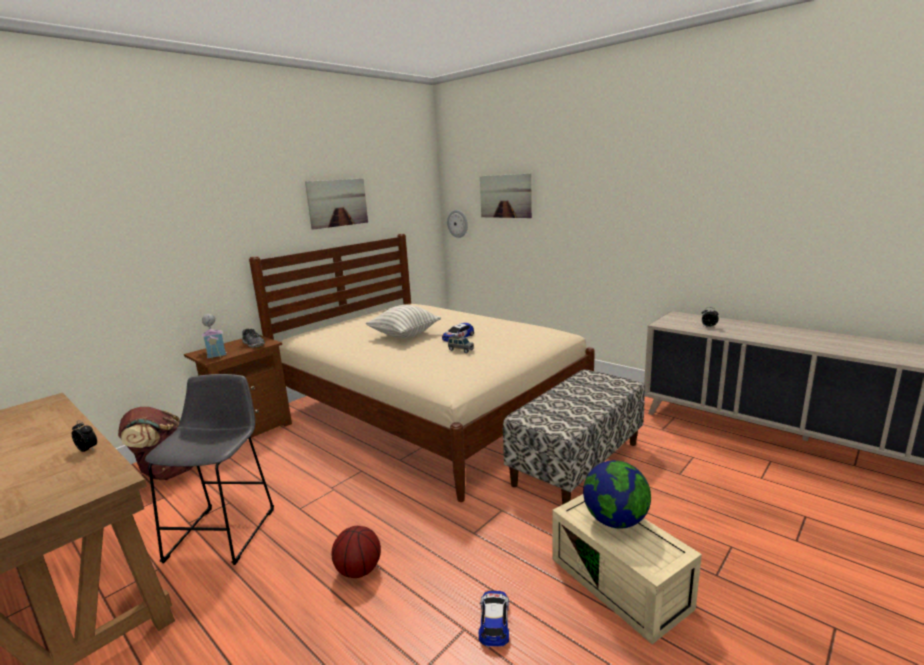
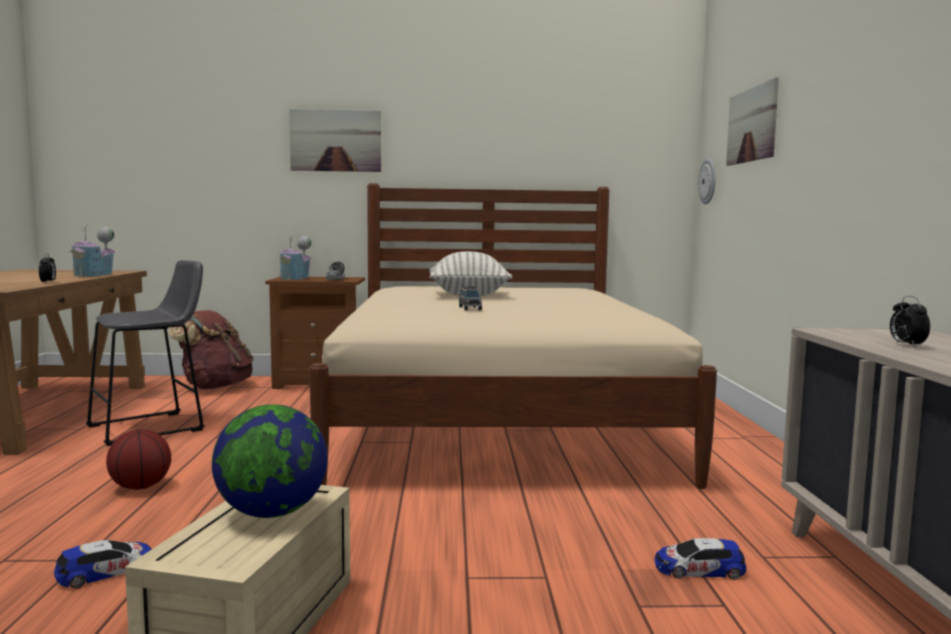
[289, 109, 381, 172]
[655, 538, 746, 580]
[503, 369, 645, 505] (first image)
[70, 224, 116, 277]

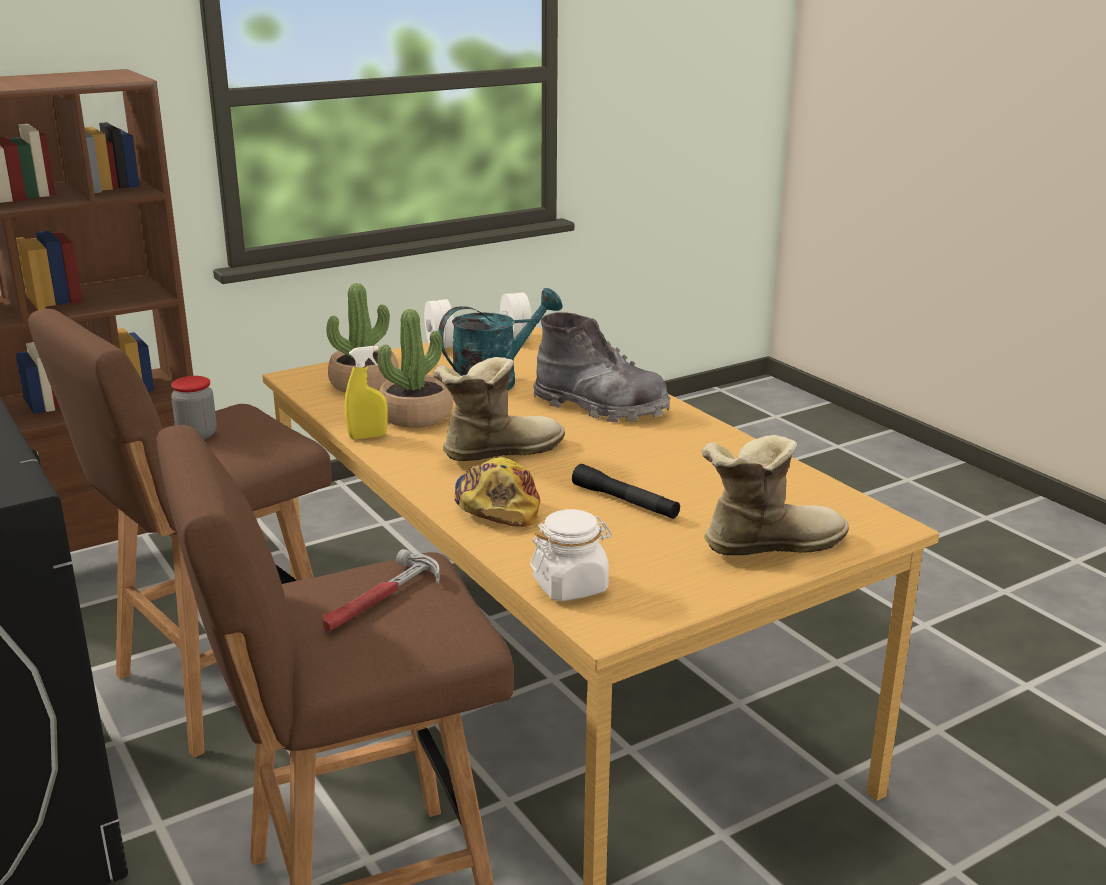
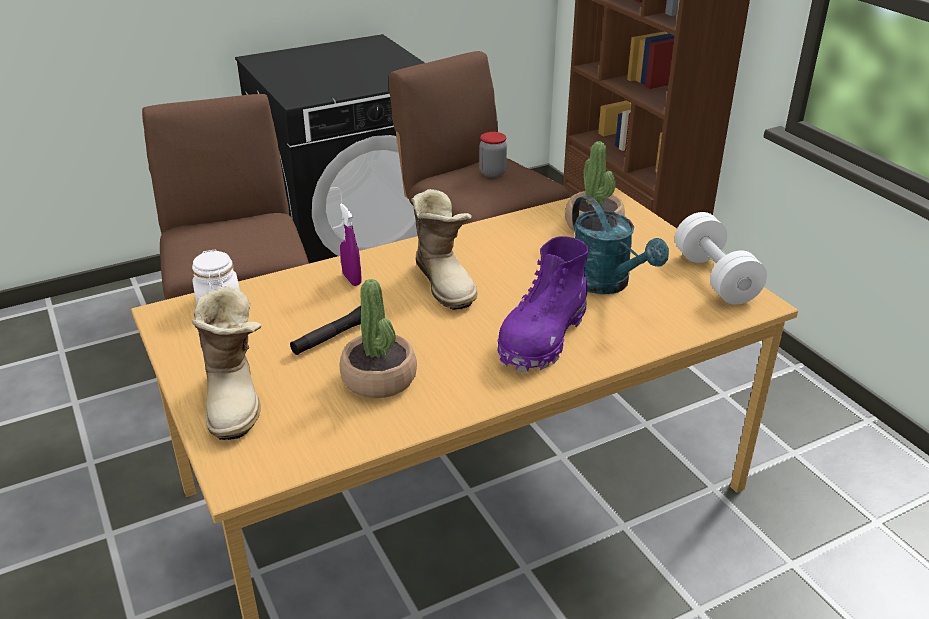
[340, 279, 417, 398]
[497, 236, 589, 373]
[345, 346, 387, 439] (first image)
[340, 203, 362, 286]
[322, 549, 440, 632] (first image)

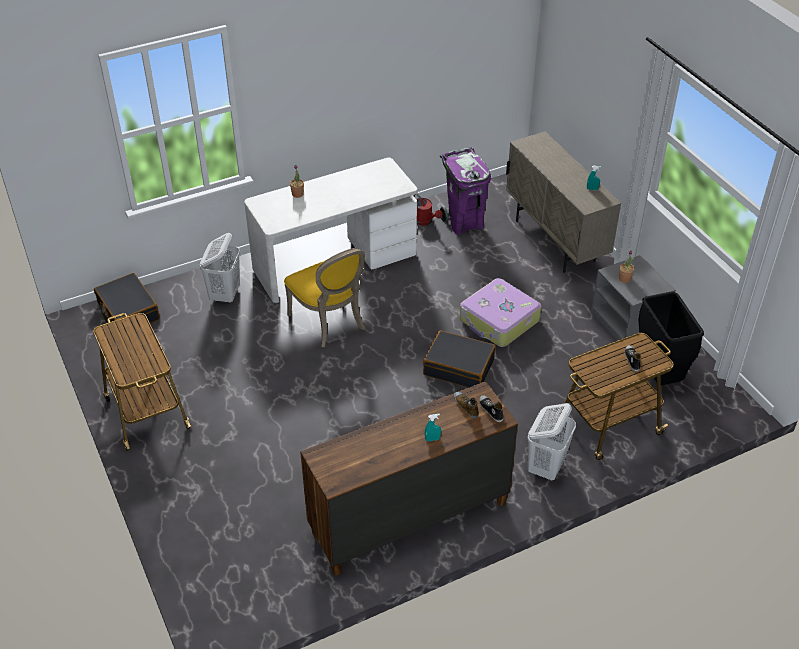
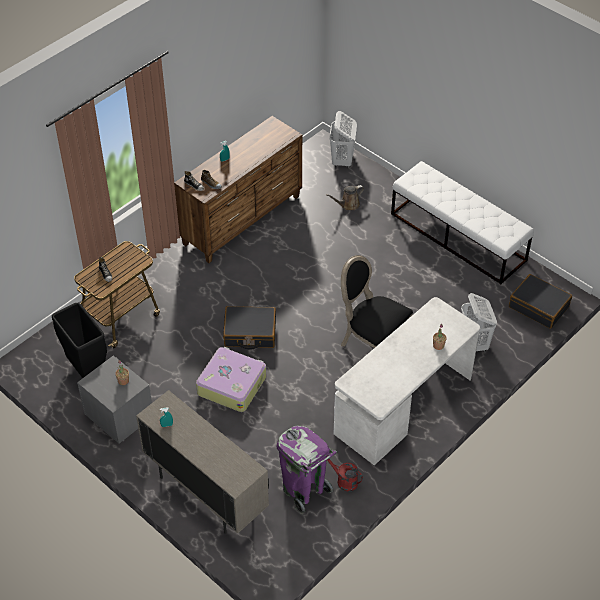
[341, 255, 413, 348]
[391, 161, 534, 284]
[329, 111, 357, 169]
[326, 185, 364, 210]

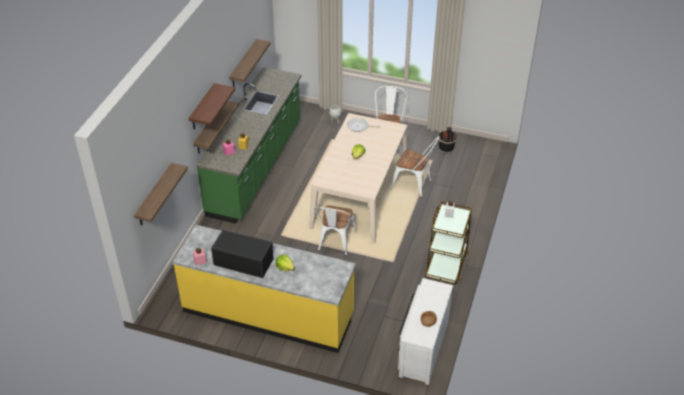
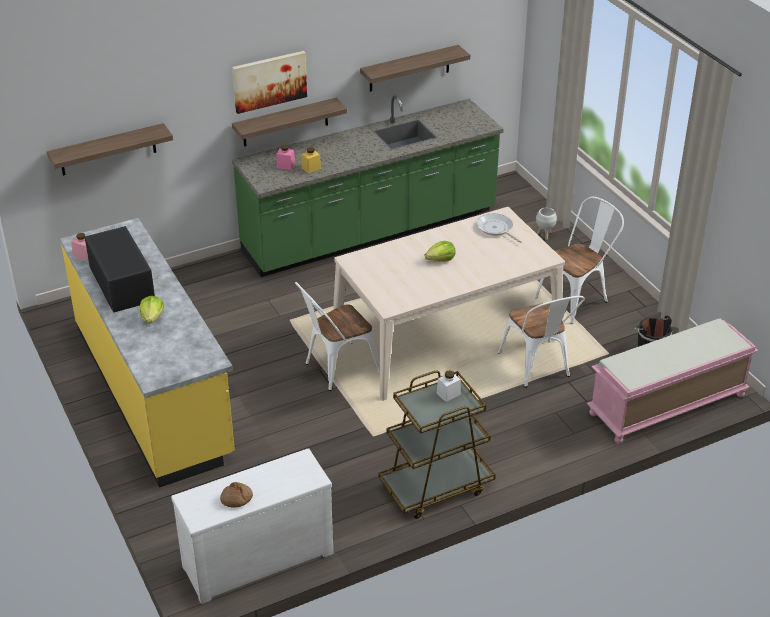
[232, 51, 307, 114]
[587, 319, 758, 444]

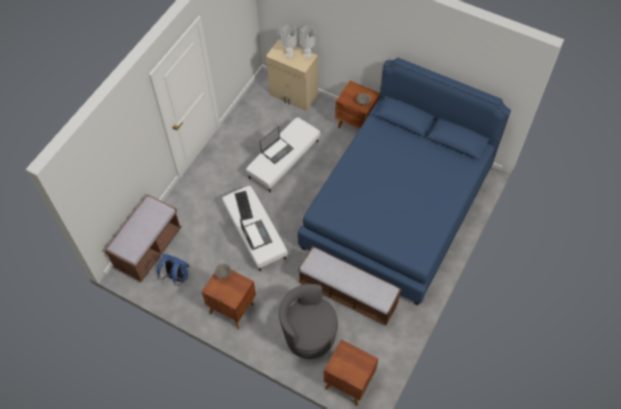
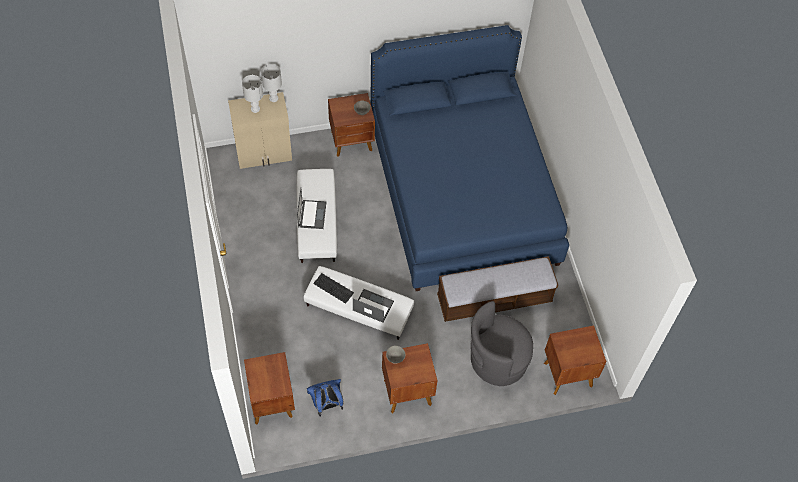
[244, 352, 295, 424]

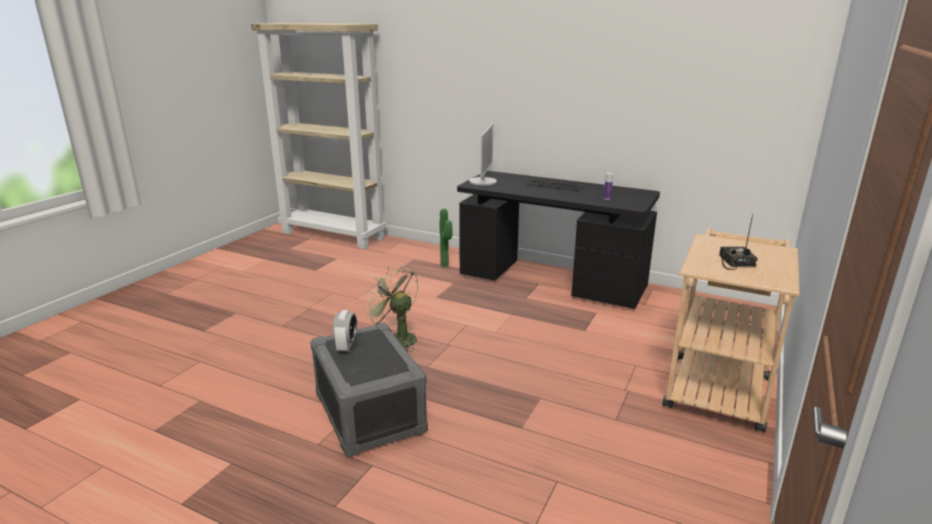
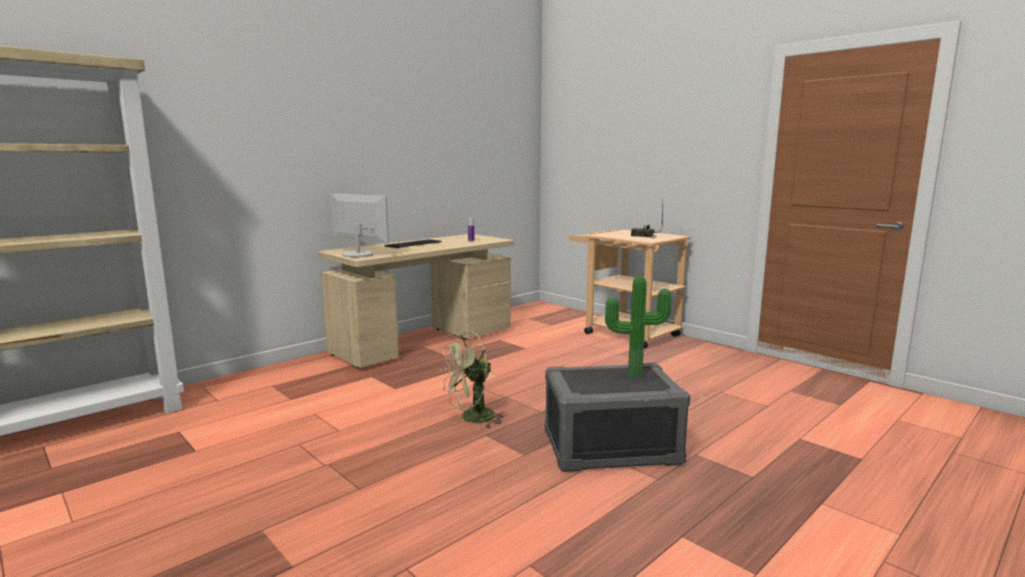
[318, 234, 514, 369]
[605, 276, 671, 379]
[333, 310, 357, 352] (first image)

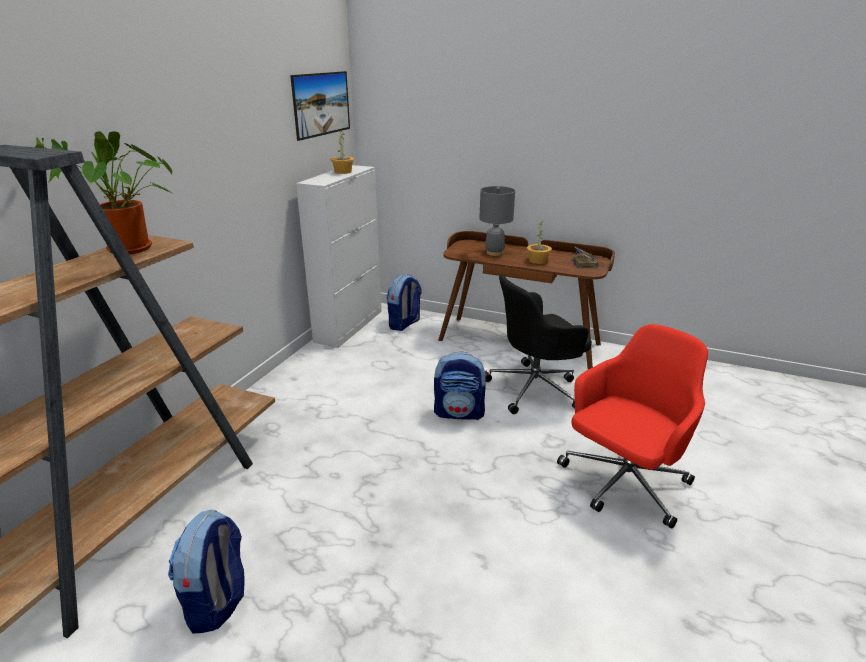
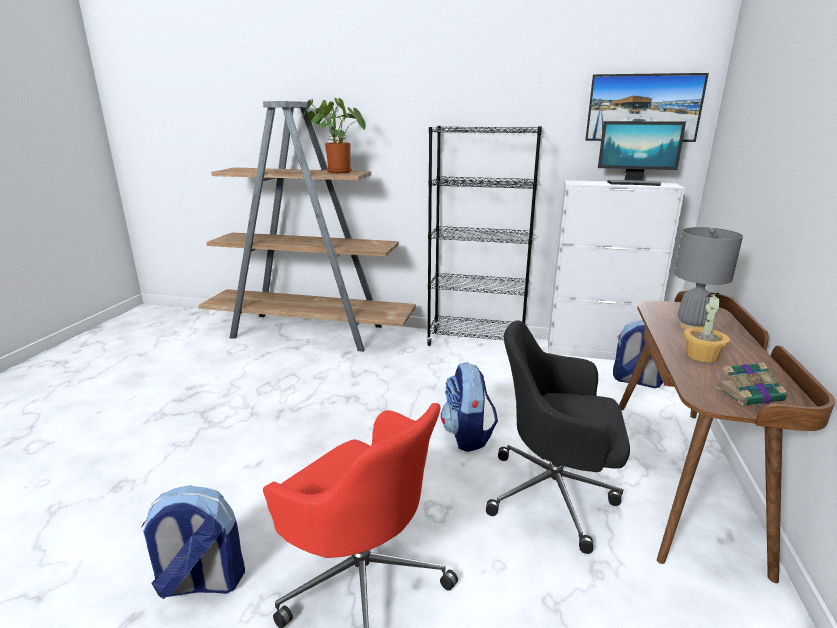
[598, 121, 686, 186]
[486, 320, 630, 554]
[141, 486, 245, 599]
[426, 126, 542, 346]

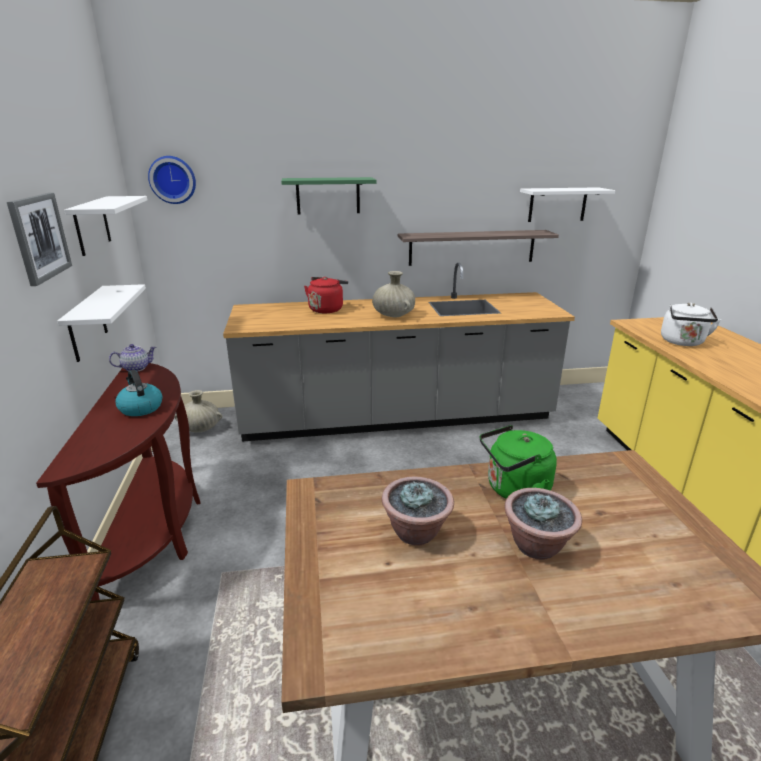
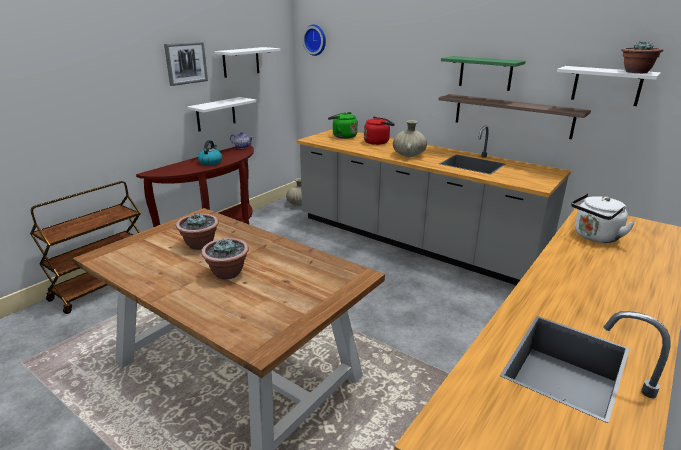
[441, 56, 526, 91]
[328, 112, 358, 139]
[621, 41, 664, 73]

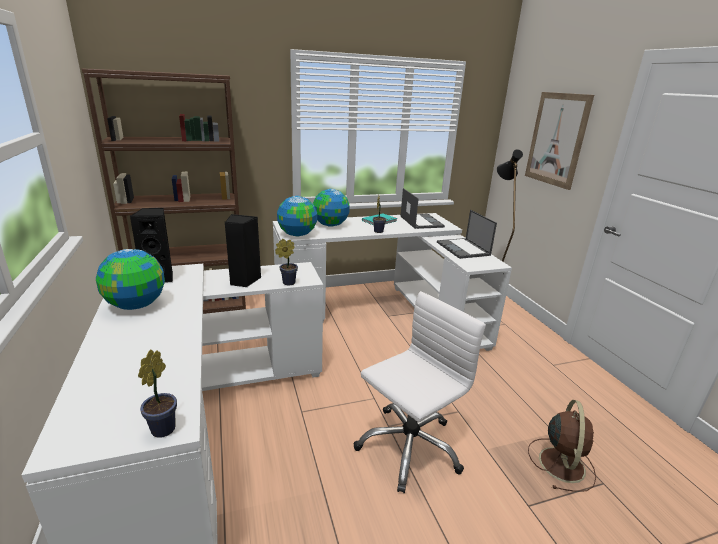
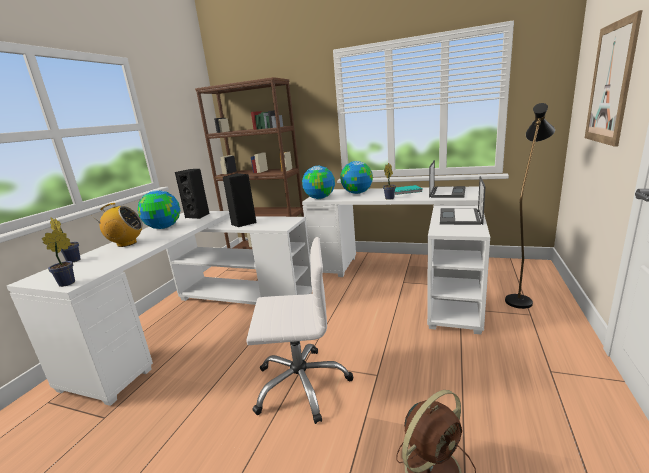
[50, 217, 81, 262]
[92, 203, 143, 247]

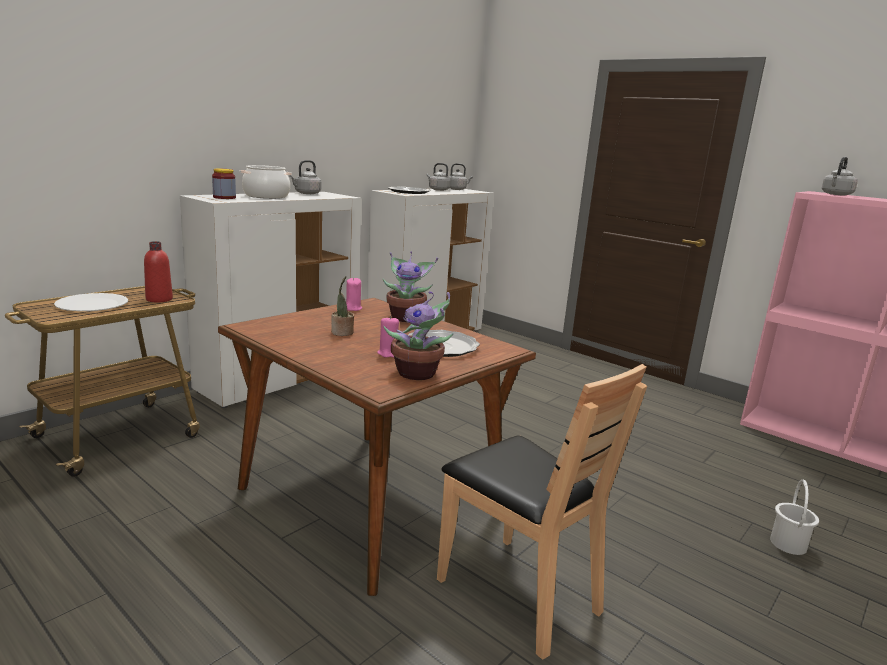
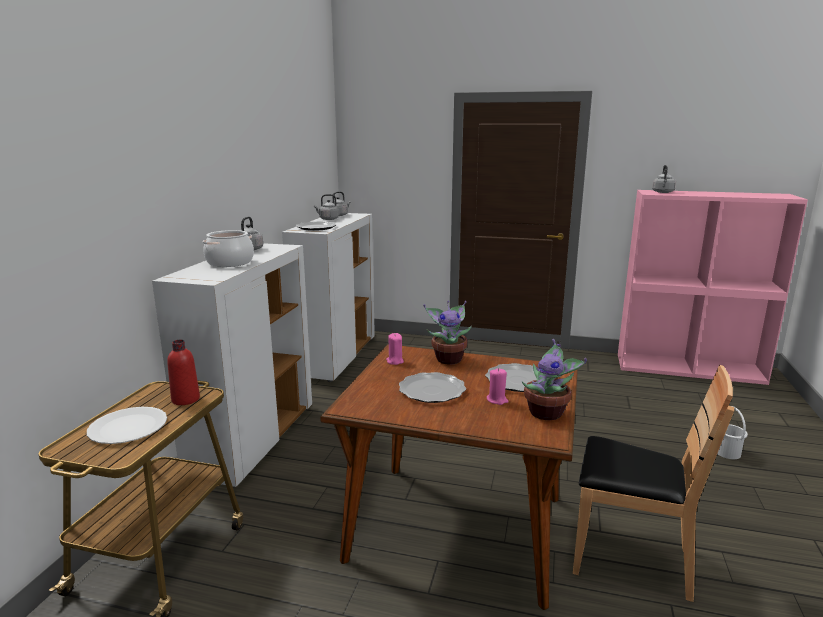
[212, 169, 236, 199] (first image)
[399, 372, 466, 403]

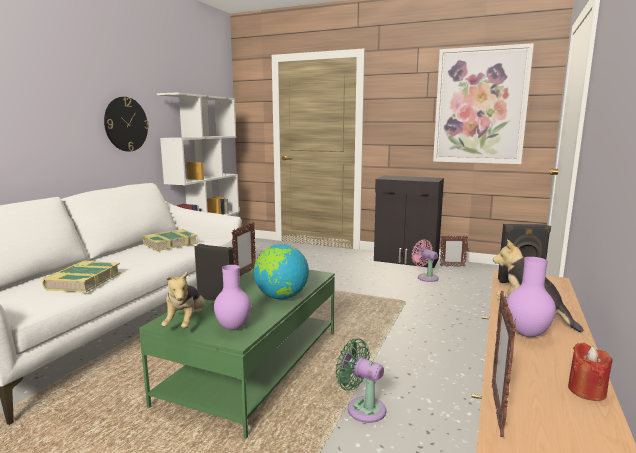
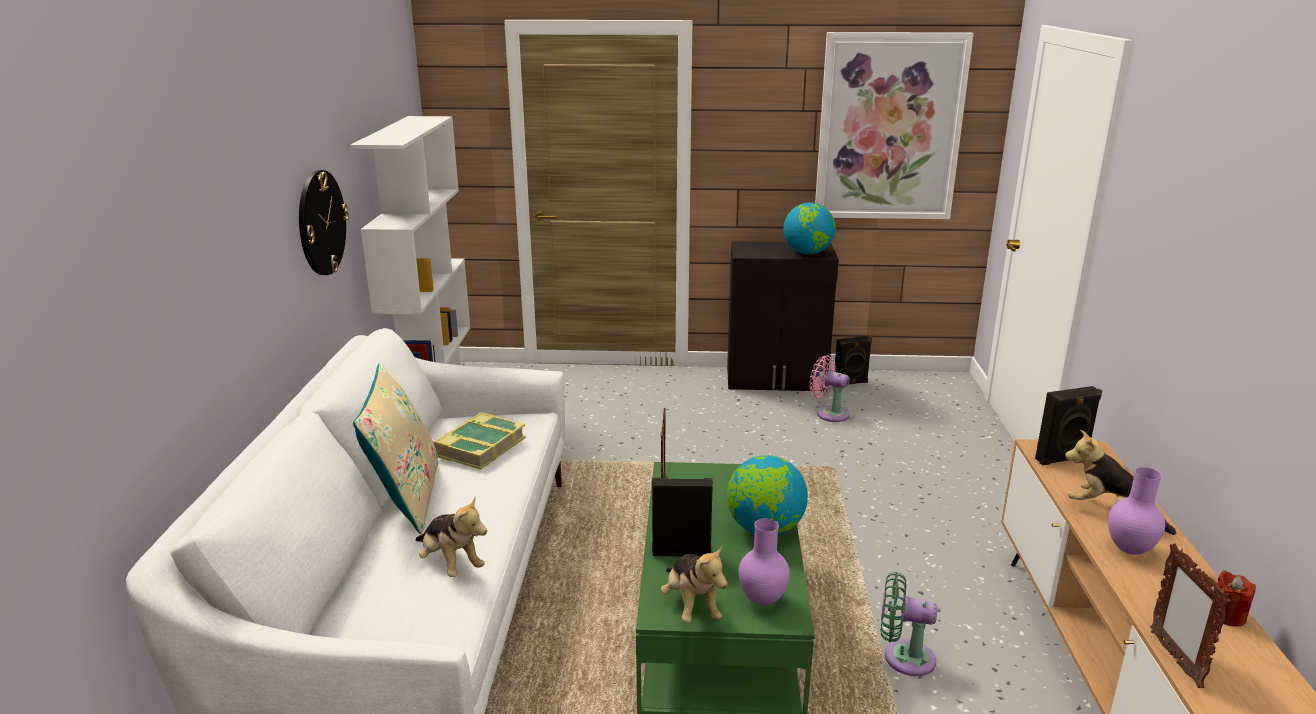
[834, 336, 872, 384]
[416, 497, 487, 577]
[783, 202, 836, 254]
[353, 363, 438, 534]

